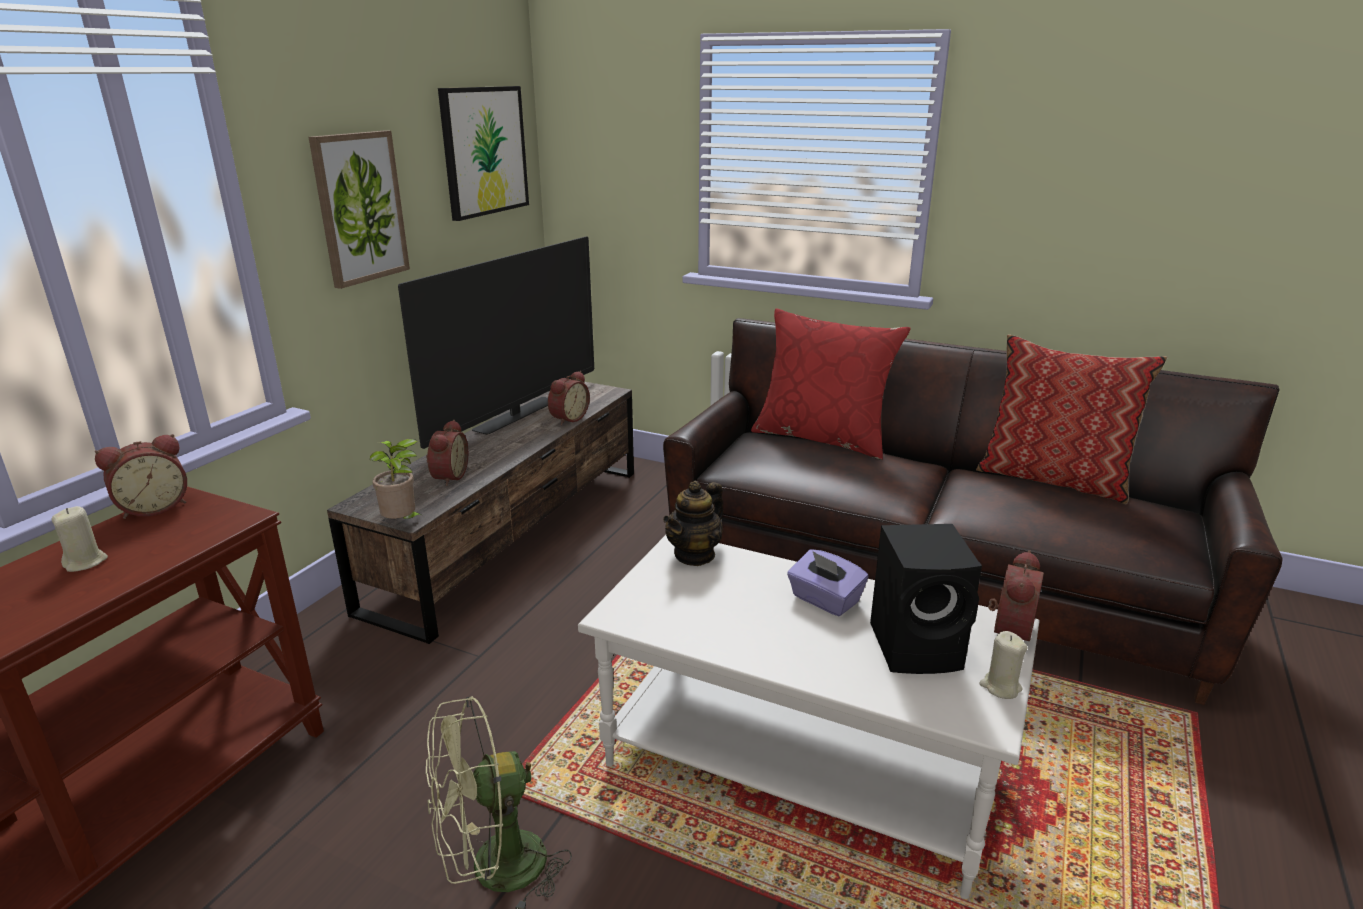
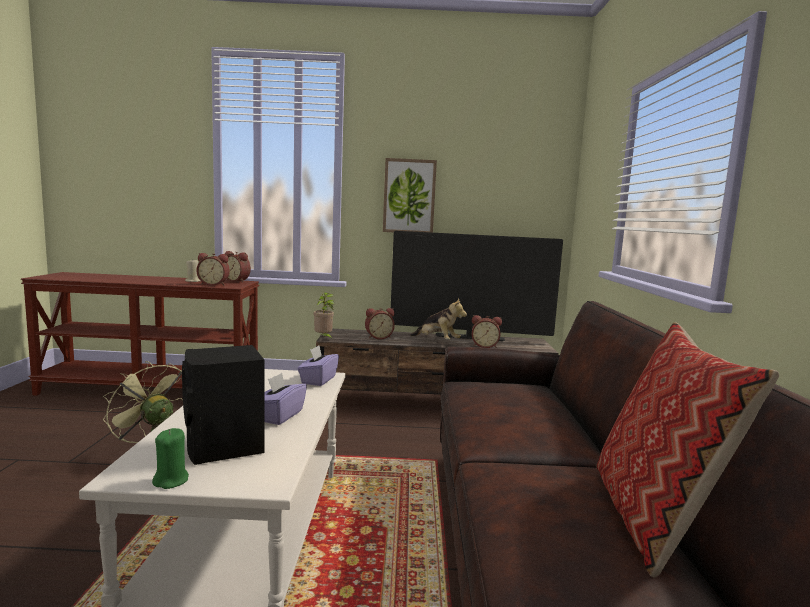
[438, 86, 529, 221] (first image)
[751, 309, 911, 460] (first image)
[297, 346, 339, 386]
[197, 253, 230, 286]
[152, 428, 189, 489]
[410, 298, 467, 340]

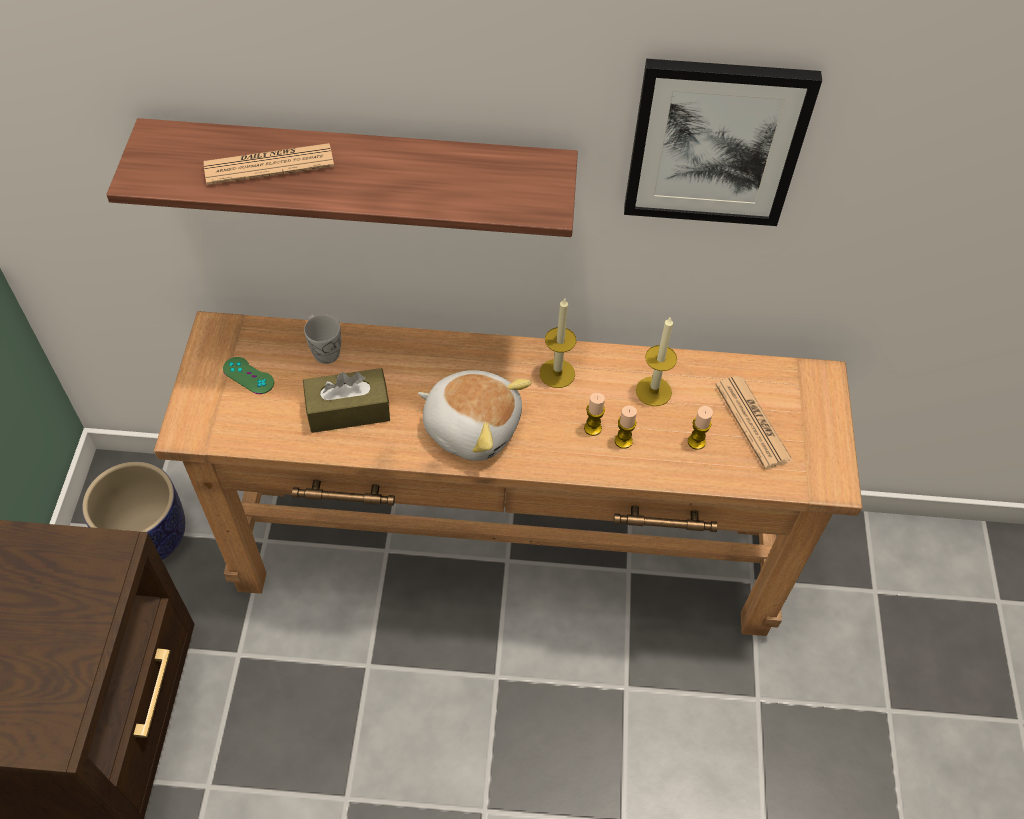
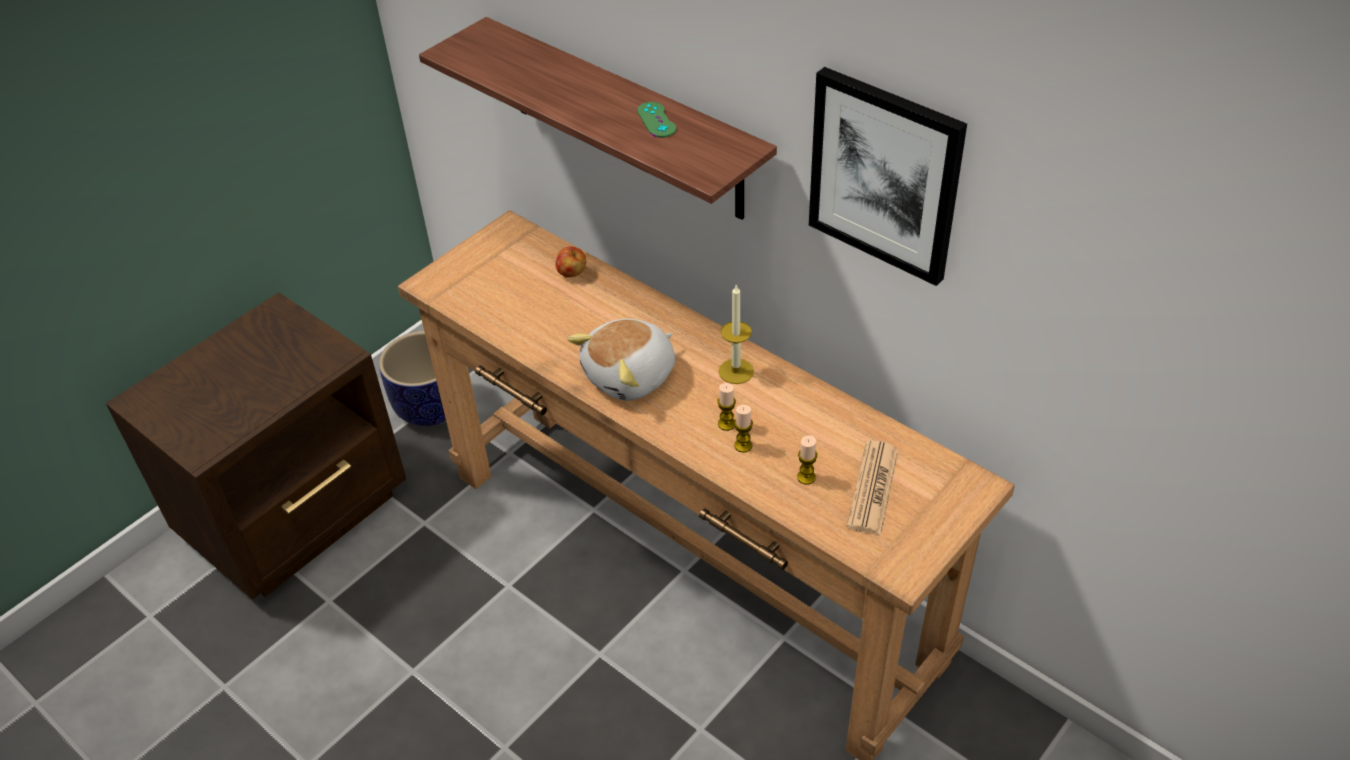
[204, 143, 334, 185] (first image)
[556, 246, 586, 277]
[636, 316, 677, 406] (first image)
[637, 102, 676, 138]
[303, 368, 390, 433] (first image)
[567, 318, 675, 401]

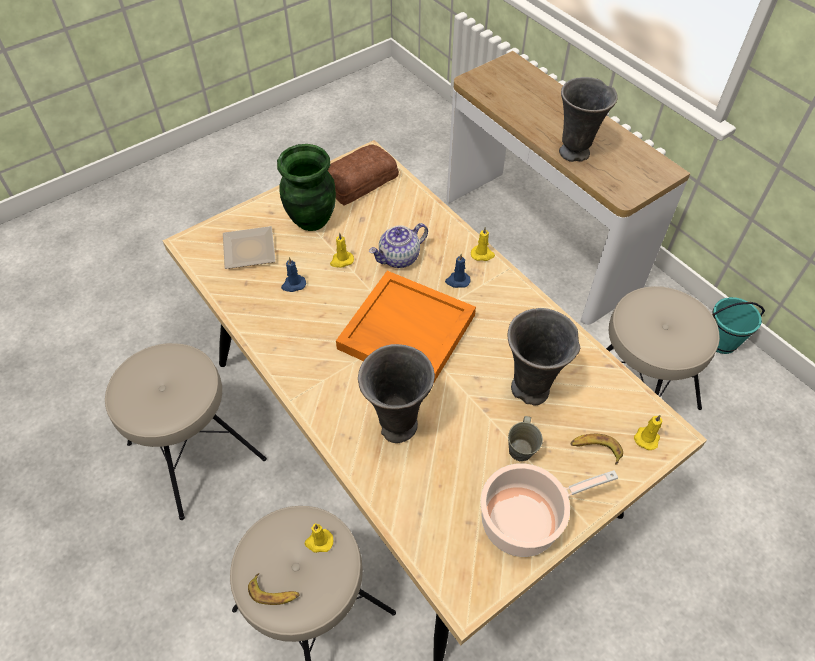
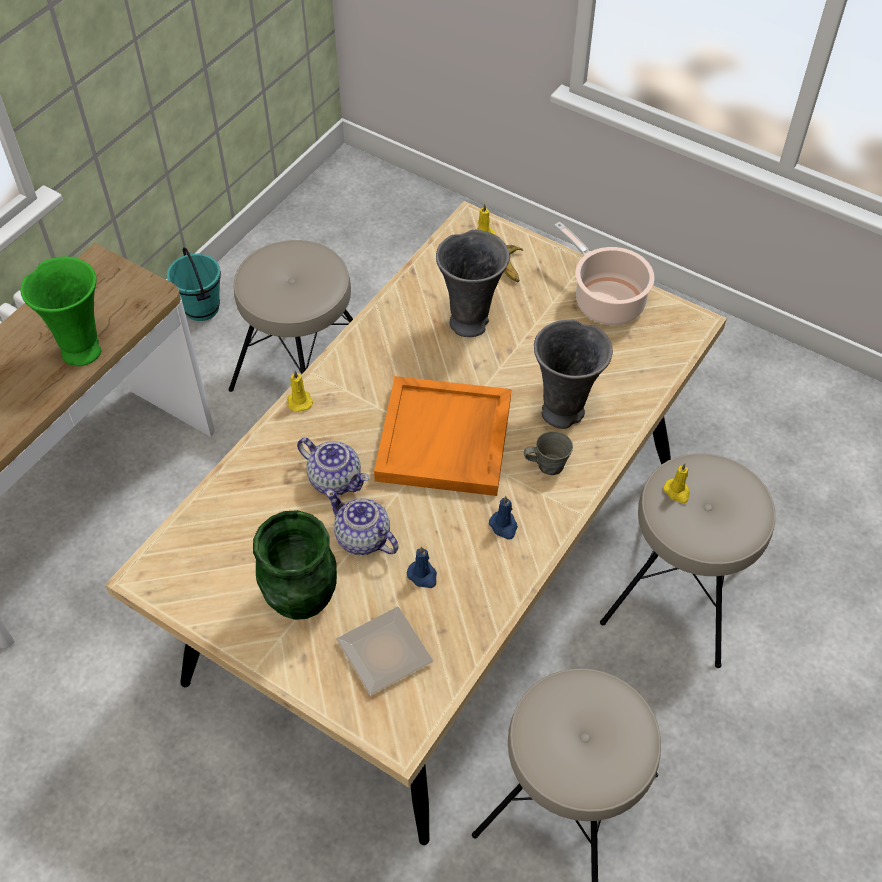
[20, 256, 102, 366]
[328, 144, 399, 206] (first image)
[326, 490, 399, 555]
[489, 496, 518, 540]
[524, 431, 573, 475]
[248, 573, 299, 605] (first image)

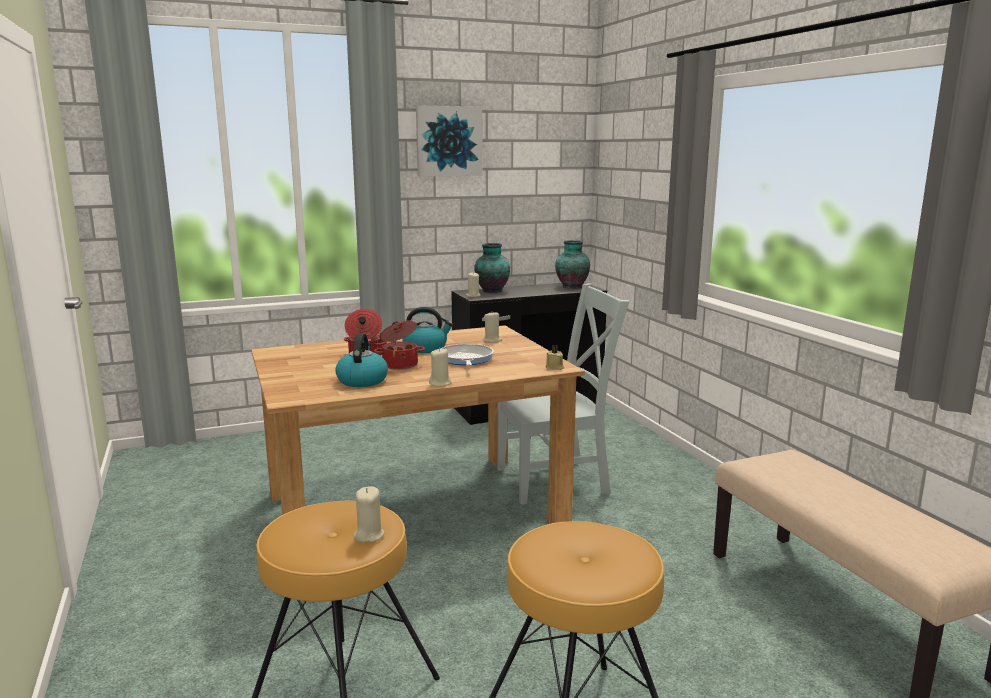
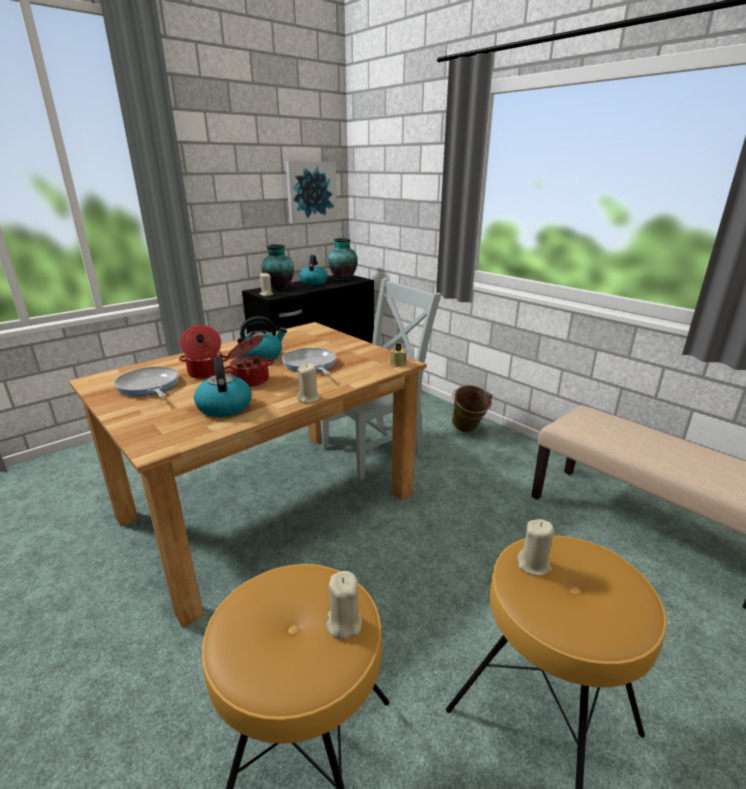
[285, 161, 337, 224]
[517, 519, 554, 576]
[300, 255, 328, 285]
[114, 366, 179, 398]
[452, 385, 493, 432]

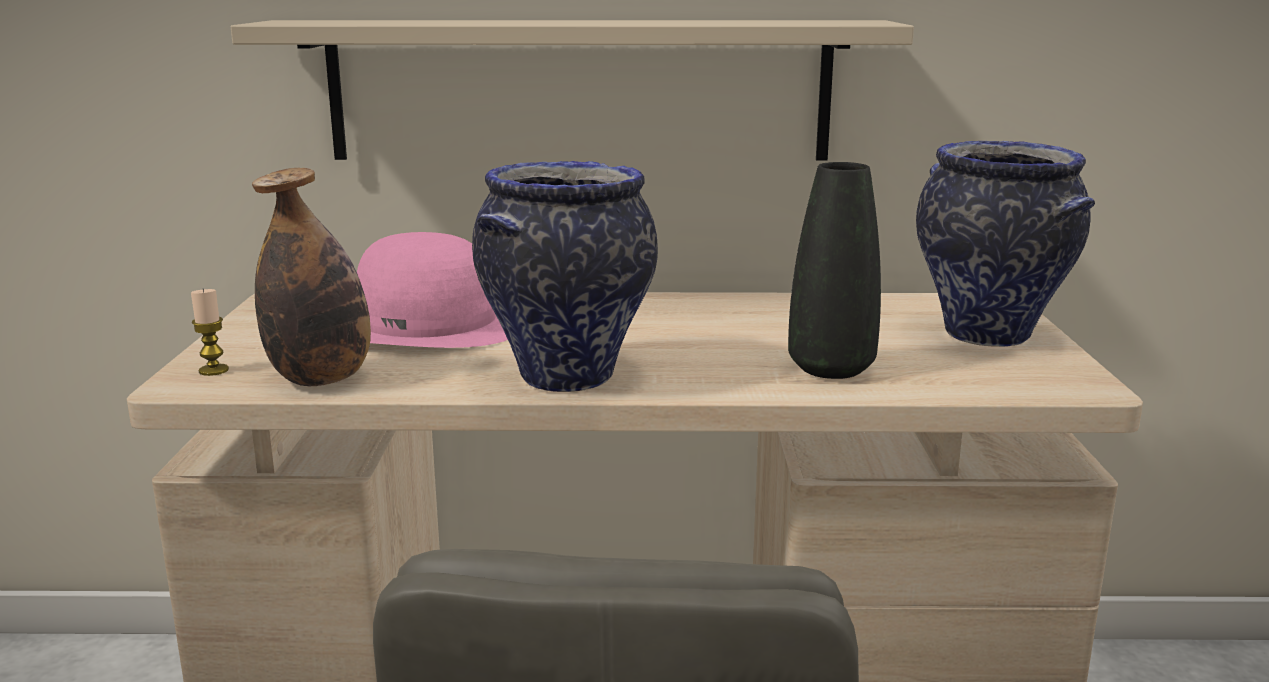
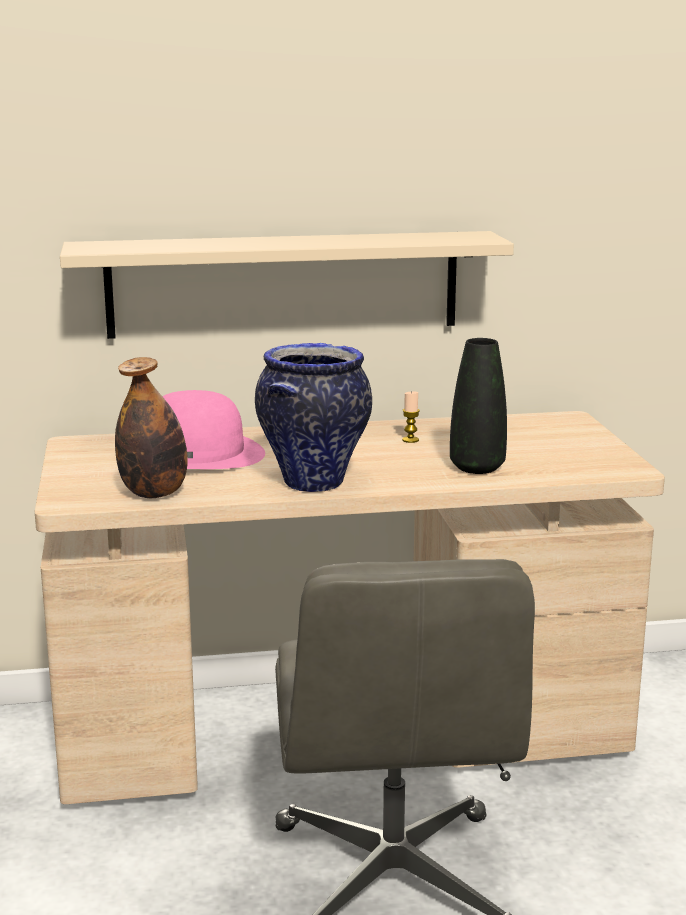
[916, 141, 1095, 347] (first image)
[402, 391, 420, 443]

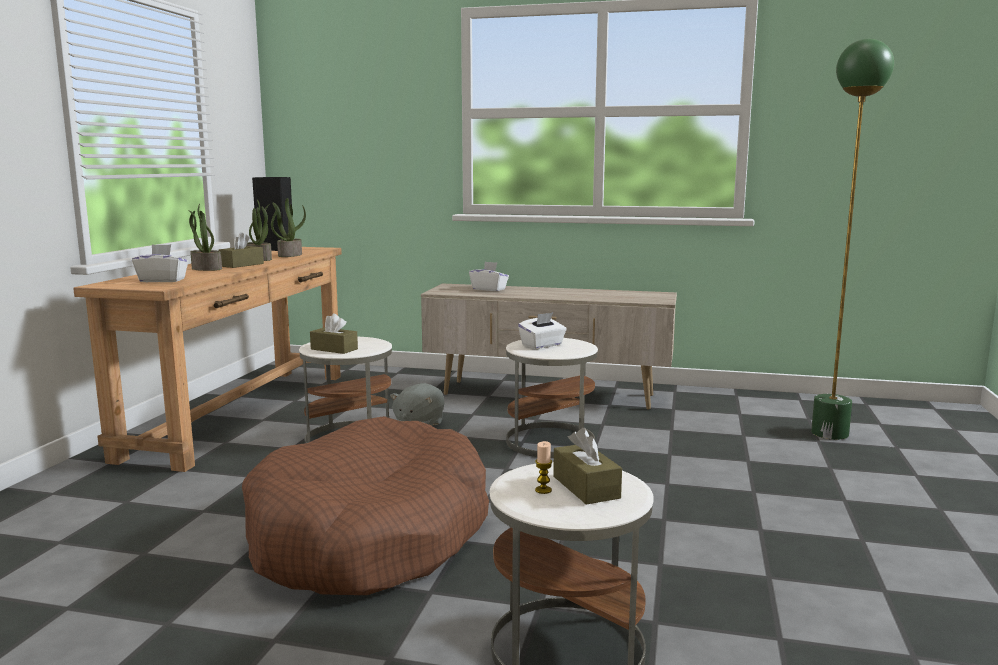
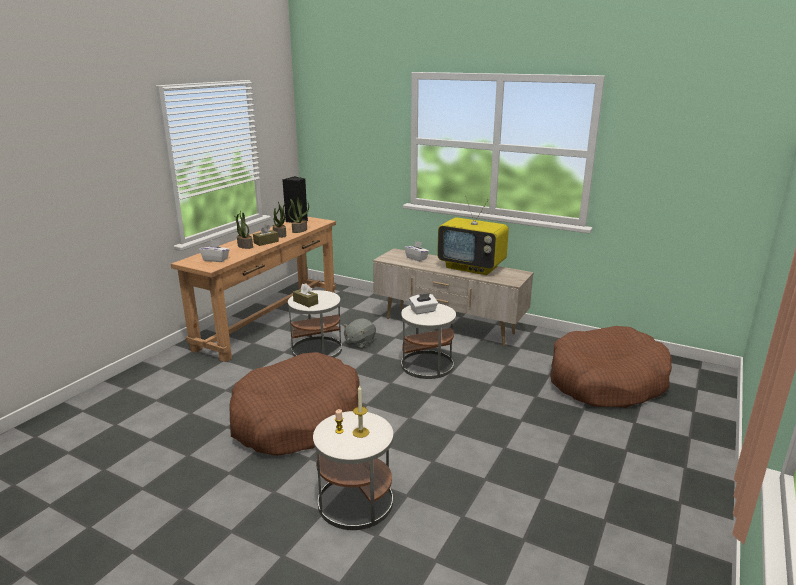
[550, 326, 672, 408]
[353, 385, 369, 438]
[437, 195, 509, 275]

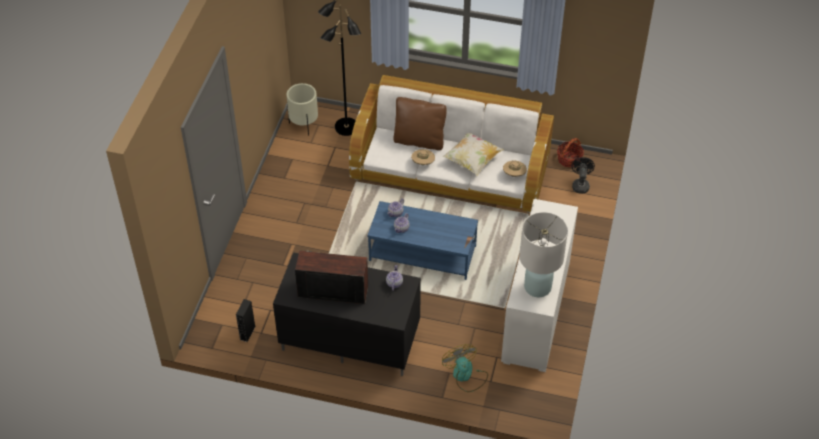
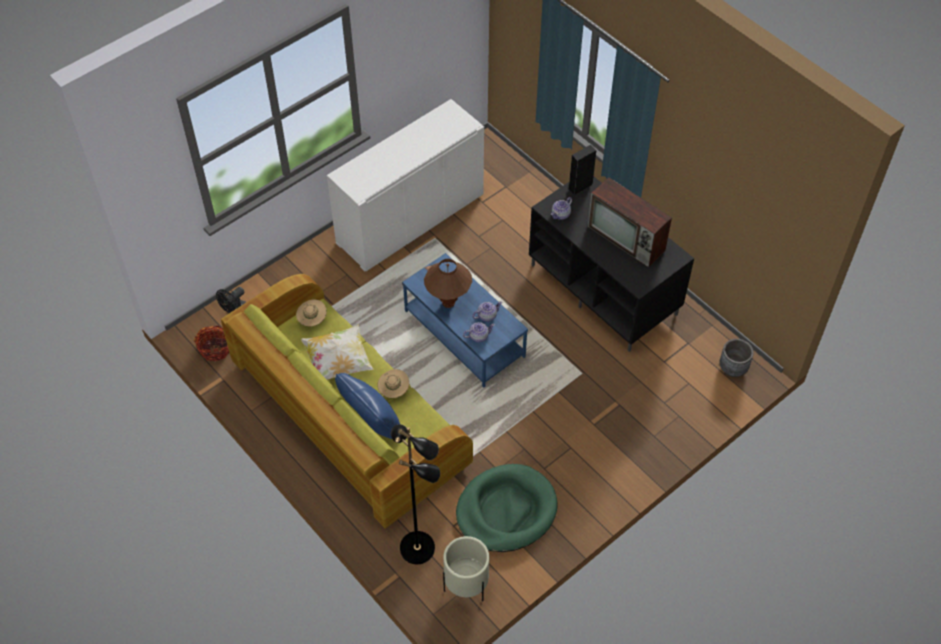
[221, 274, 473, 528]
[335, 373, 400, 439]
[519, 212, 568, 297] (first image)
[568, 145, 596, 195]
[442, 344, 488, 392] (first image)
[424, 259, 472, 308]
[719, 339, 754, 377]
[456, 464, 558, 552]

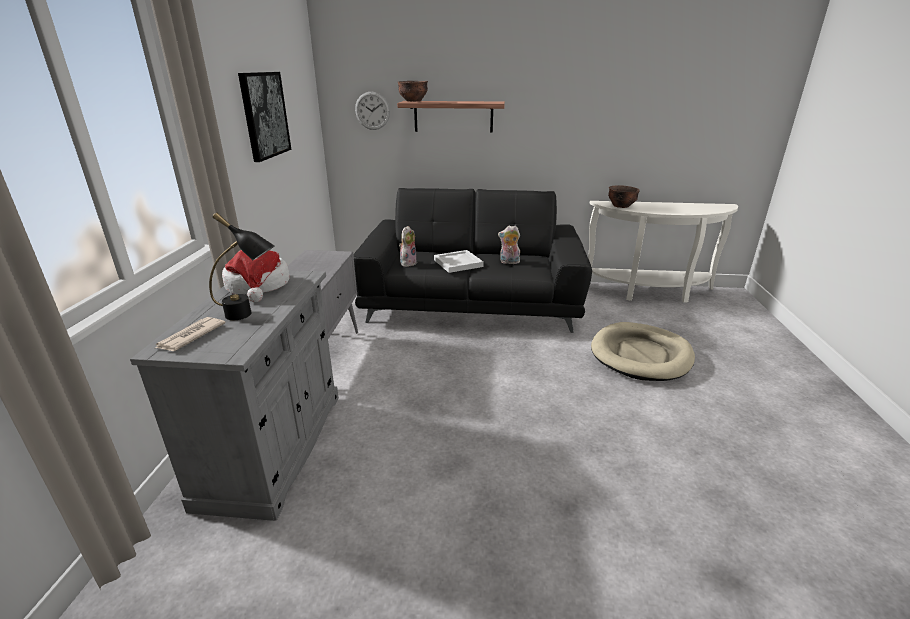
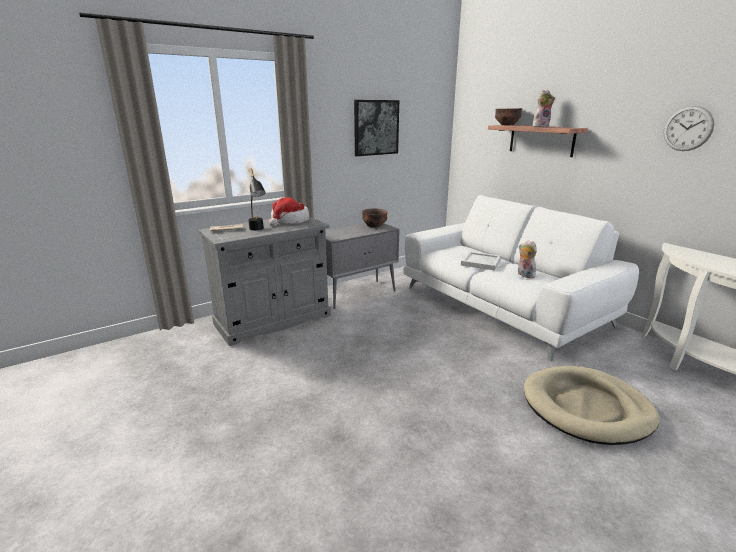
[664, 106, 714, 151]
[362, 208, 388, 228]
[403, 195, 639, 361]
[533, 89, 555, 127]

